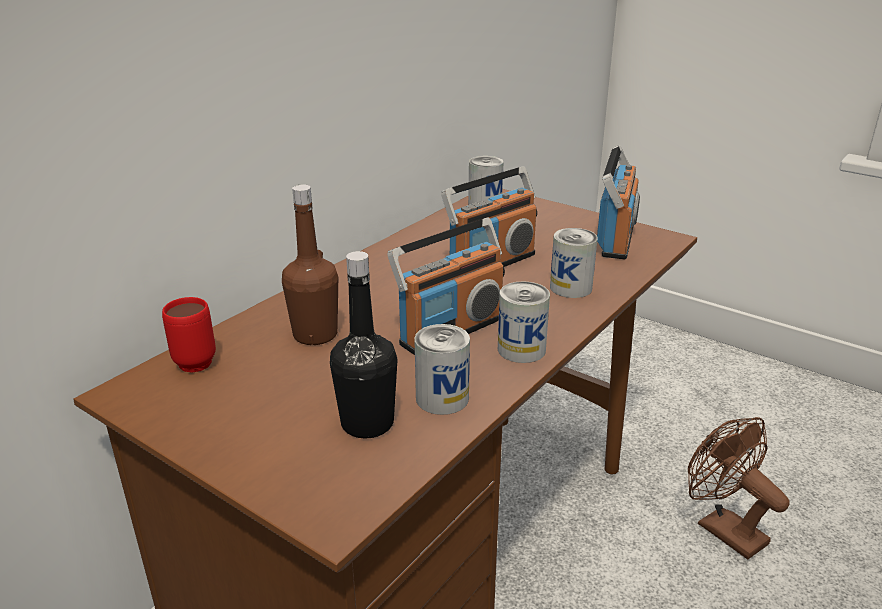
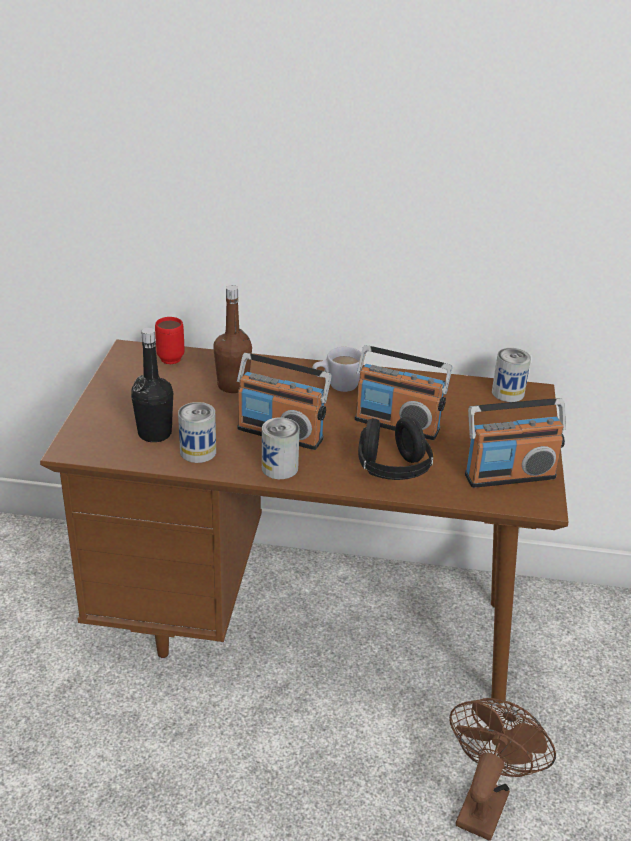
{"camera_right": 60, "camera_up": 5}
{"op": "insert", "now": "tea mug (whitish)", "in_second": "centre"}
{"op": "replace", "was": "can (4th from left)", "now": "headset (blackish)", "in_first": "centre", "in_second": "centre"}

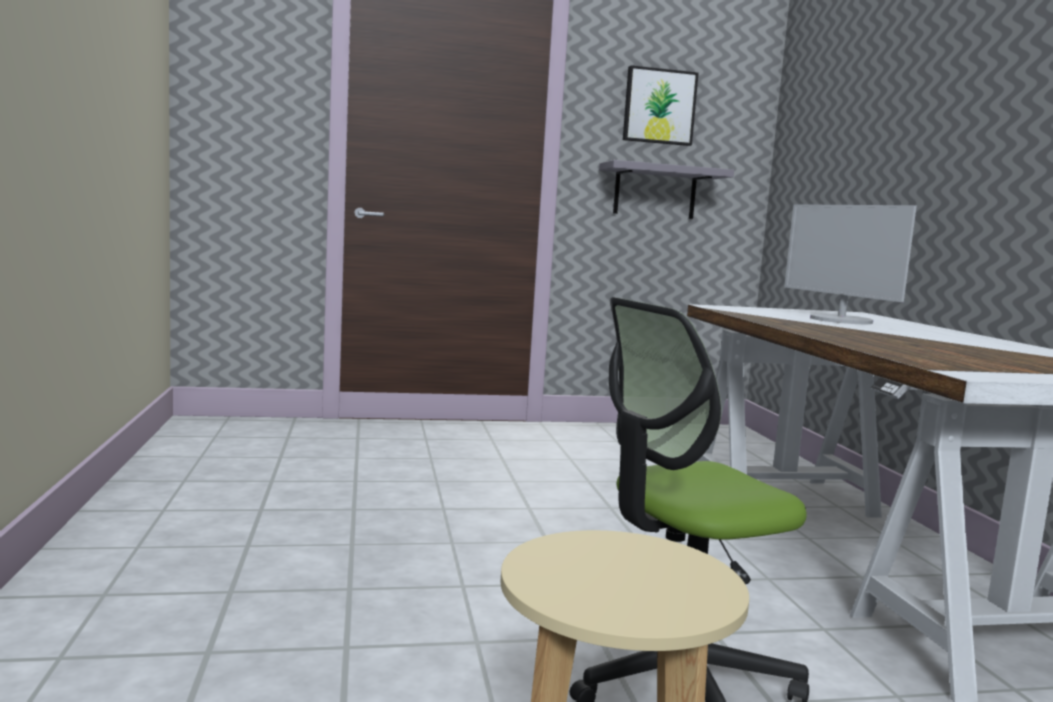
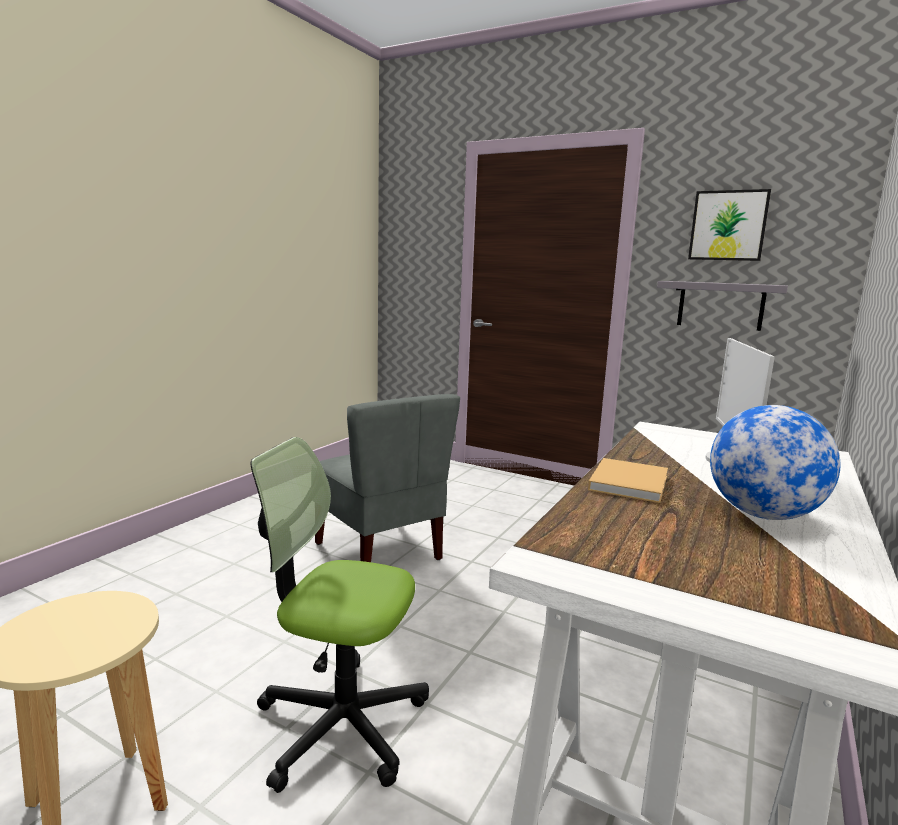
{"camera_right": 40, "camera_up": 5}
{"op": "insert", "now": "upright chair (gray)", "in_second": "centre"}
{"op": "insert", "now": "volume (beige)", "in_second": "middle right"}
{"op": "insert", "now": "globe", "in_second": "middle right"}

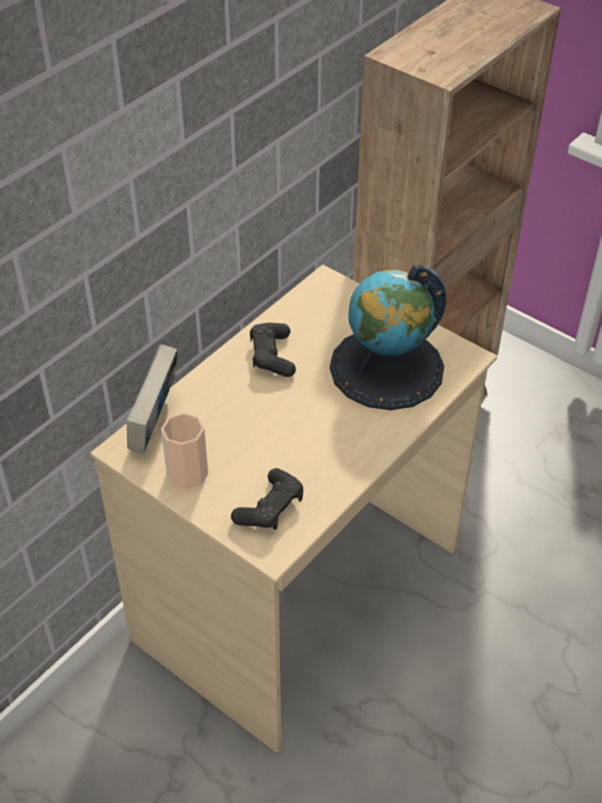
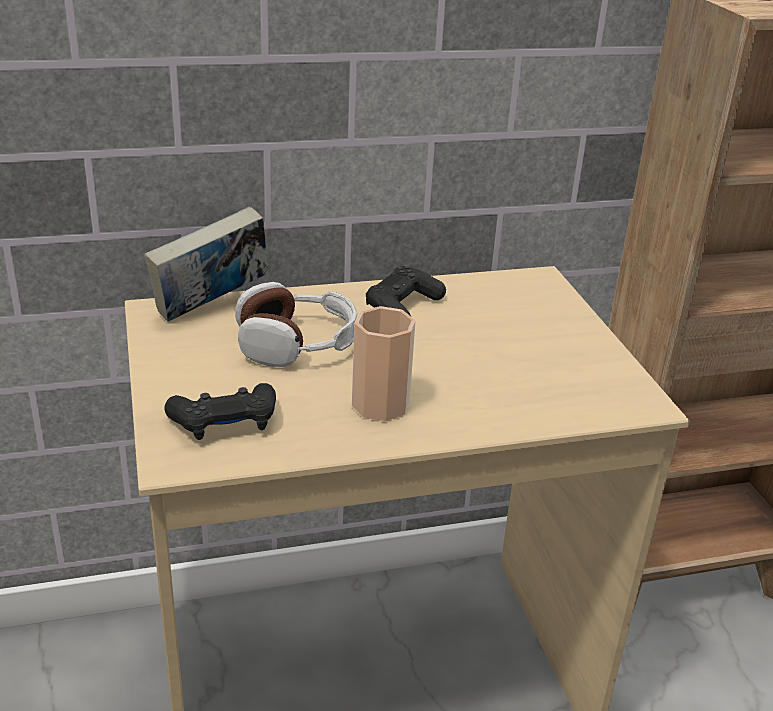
{"camera_right": 35, "camera_up": -15}
{"op": "delete", "was": "globe", "in_first": "centre"}
{"op": "insert", "now": "headset", "in_second": "centre"}
{"op": "move", "was": "cup", "in_first": "middle left", "in_second": "centre"}

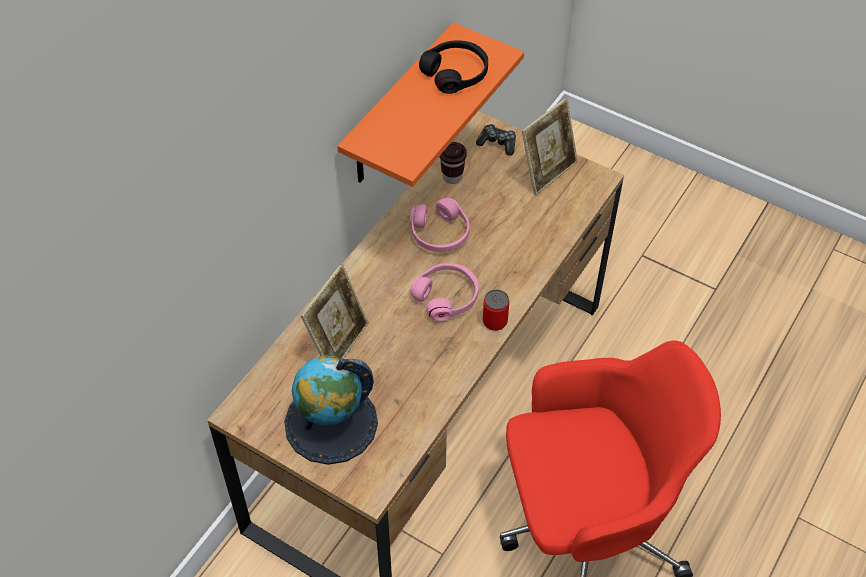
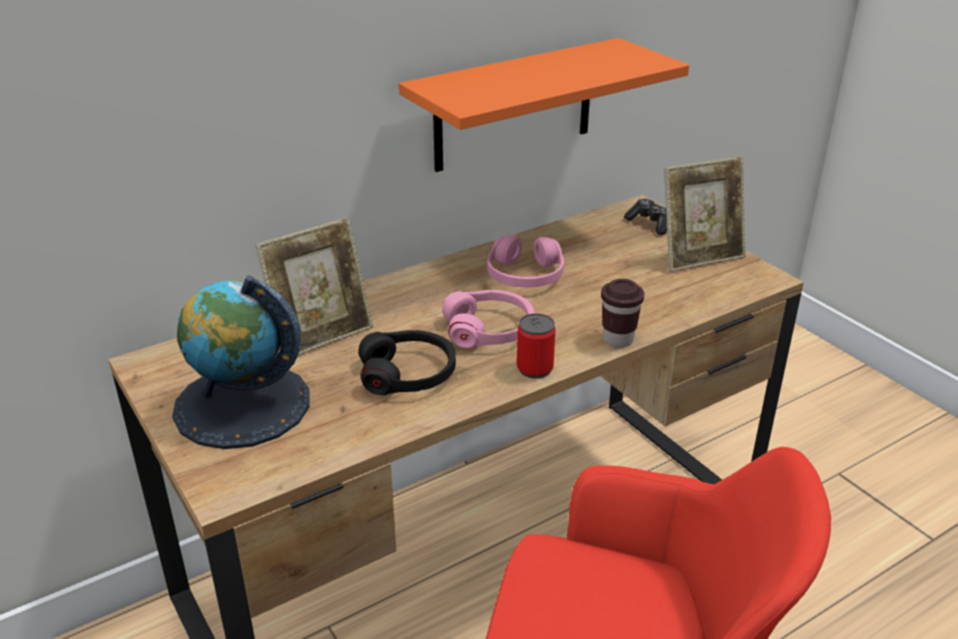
{"camera_right": 25, "camera_up": -20}
{"op": "move", "was": "headset (blackish)", "in_first": "top centre", "in_second": "centre"}
{"op": "move", "was": "cup (brownish)", "in_first": "top centre", "in_second": "centre"}

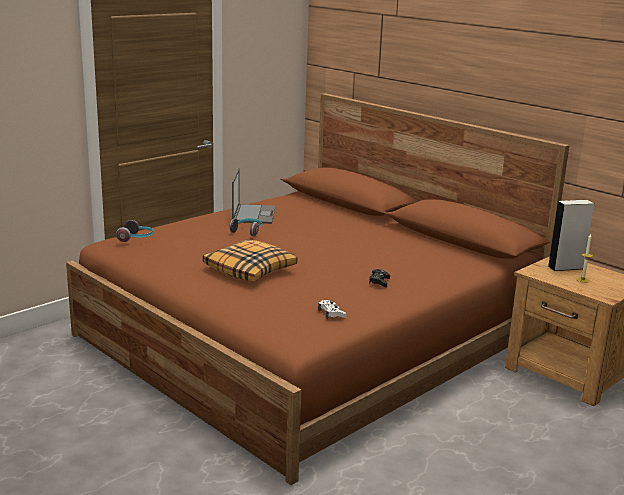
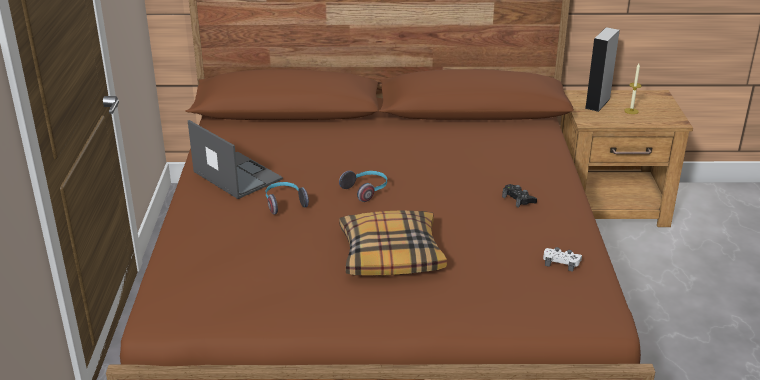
{"camera_right": -45, "camera_up": 10}
{"op": "move", "was": "headset (1st from left in the first image)", "now": "headset (2nd from left)", "in_first": "middle left", "in_second": "centre"}

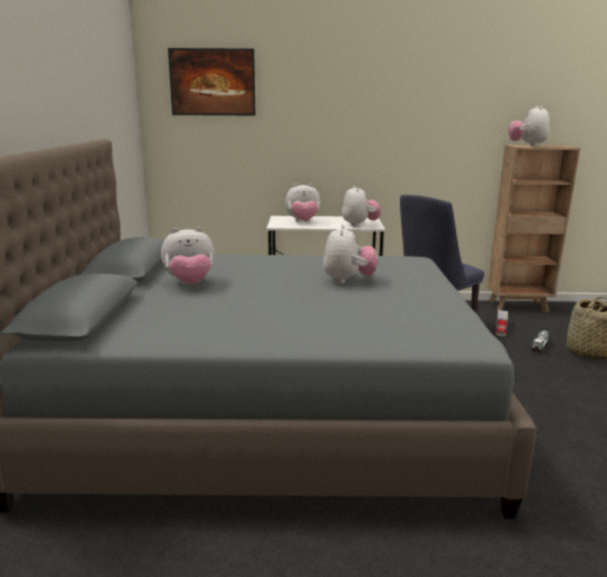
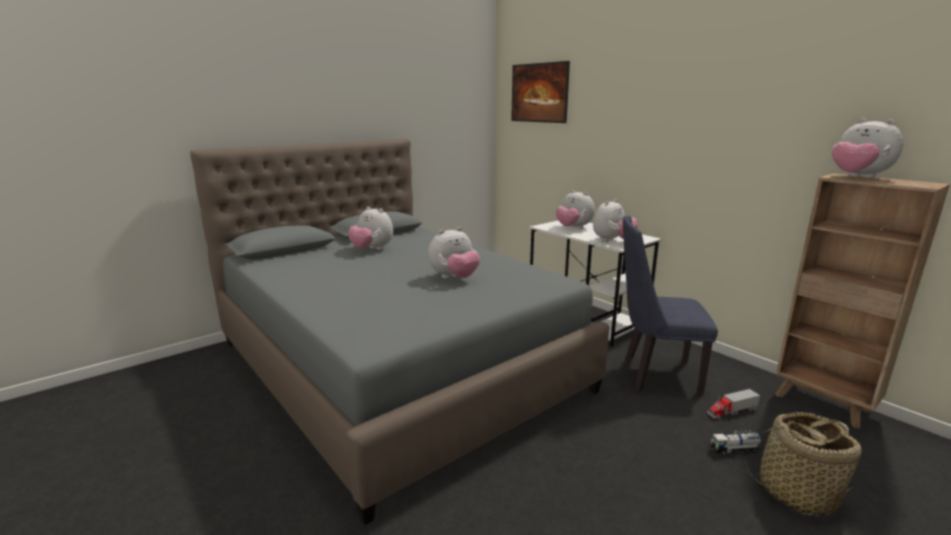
{"camera_right": 50, "camera_up": 0}
{"op": "rotate", "was": "cuddly toy (5th from left)", "in_first": "top right", "in_second": "top right", "clockwise": -90}

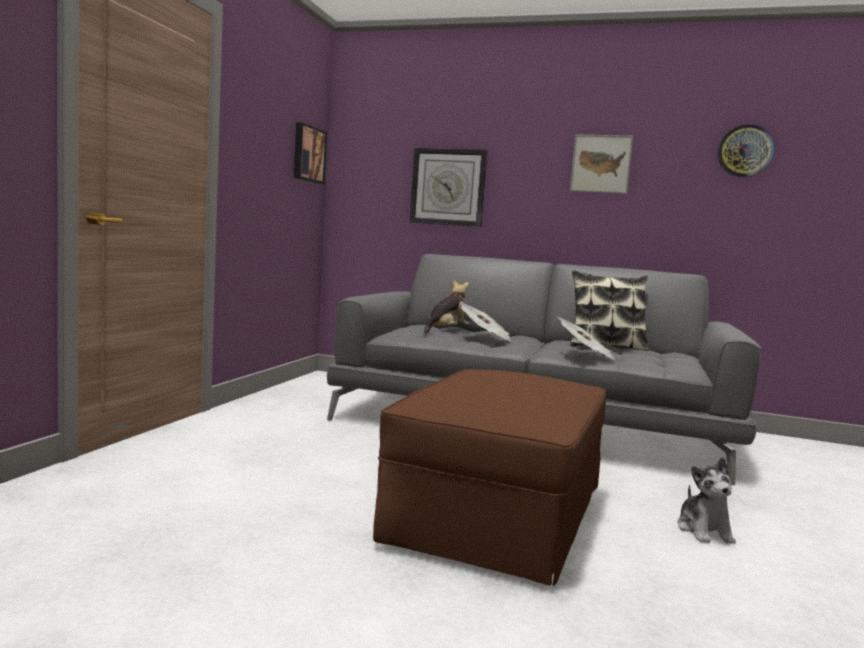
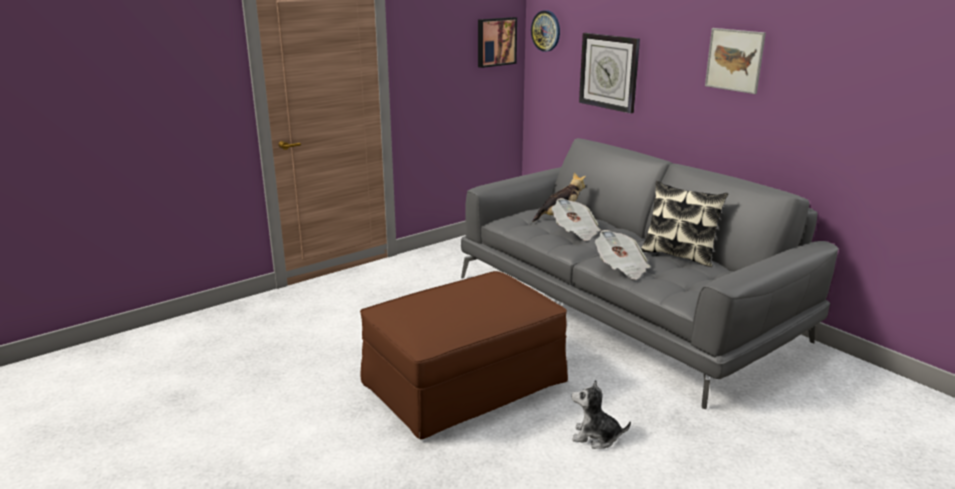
{"camera_right": 35, "camera_up": 15}
{"op": "move", "was": "wall clock (2nd from left in the first image)", "now": "wall clock (1st from left)", "in_first": "top right", "in_second": "top centre"}
{"op": "rotate", "was": "cuddly toy (2nd from left)", "in_first": "bottom right", "in_second": "bottom centre", "clockwise": 75}

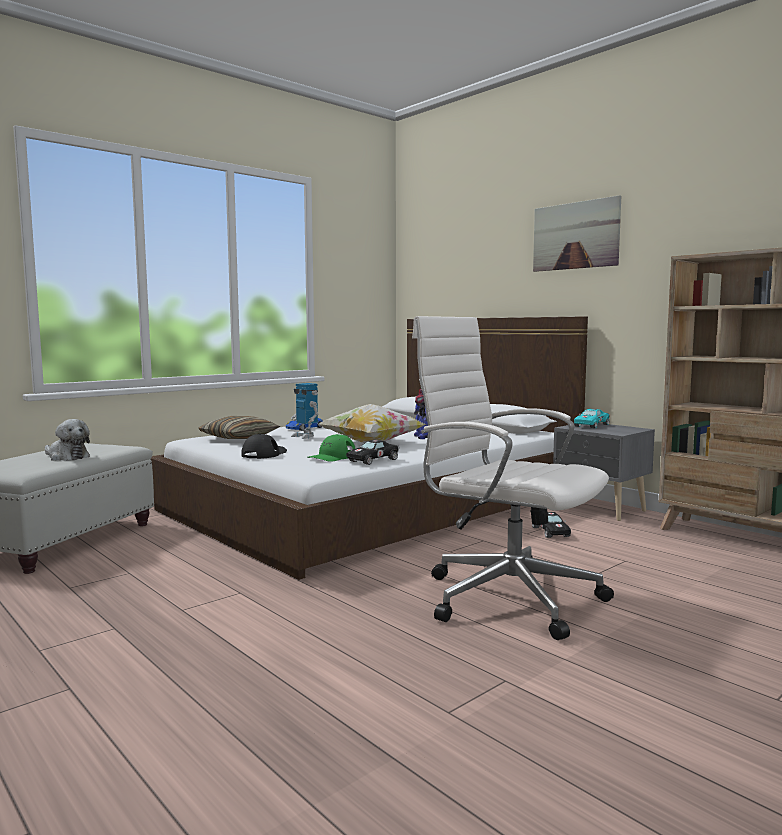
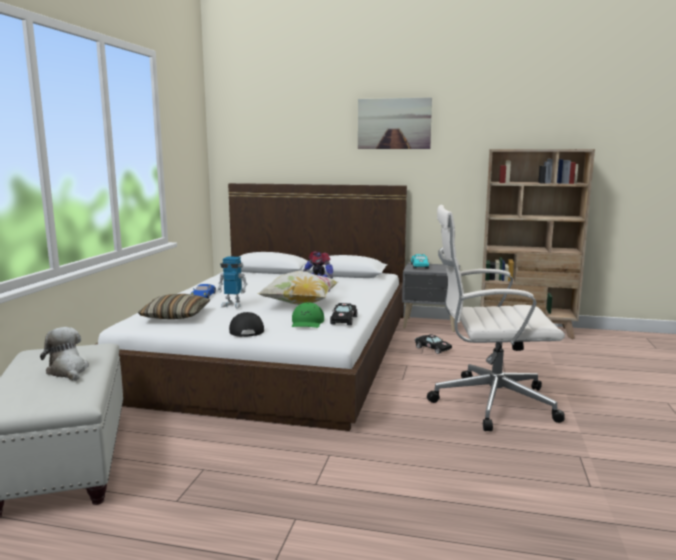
{"camera_right": -35, "camera_up": 5}
{"op": "rotate", "was": "cuddly toy", "in_first": "middle left", "in_second": "middle left", "clockwise": -120}

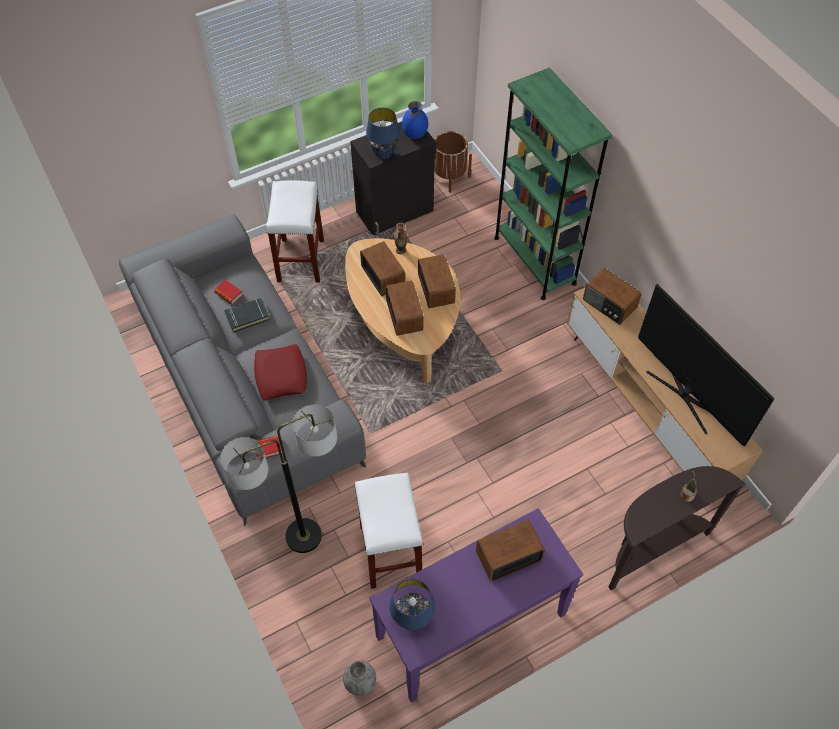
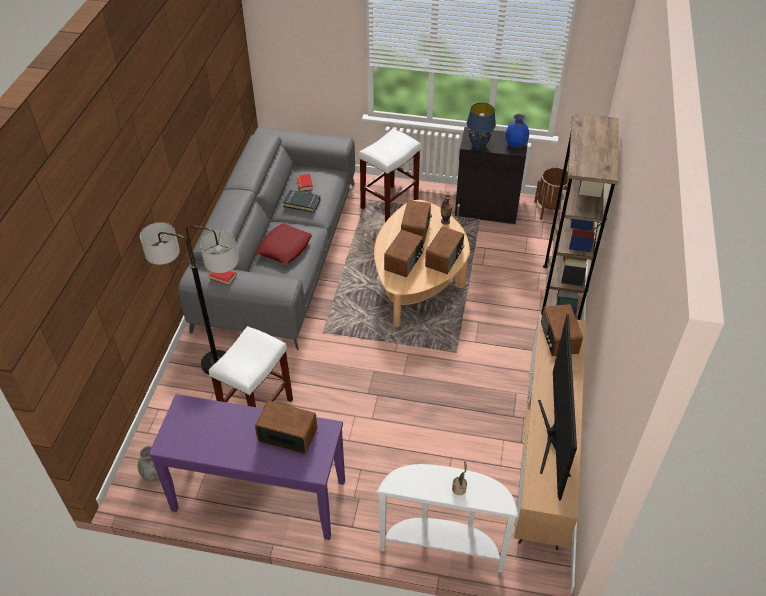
{"camera_right": 40, "camera_up": -10}
{"op": "delete", "was": "table lamp (bluish) (2nd from left)", "in_first": "bottom centre"}
{"op": "recolor", "was": "bookshelf (greenish)", "now": "bookshelf (brownish)", "in_first": "top centre", "in_second": "middle right"}
{"op": "recolor", "was": "narrow table (brownish)", "now": "narrow table (whitish)", "in_first": "bottom right", "in_second": "bottom centre"}

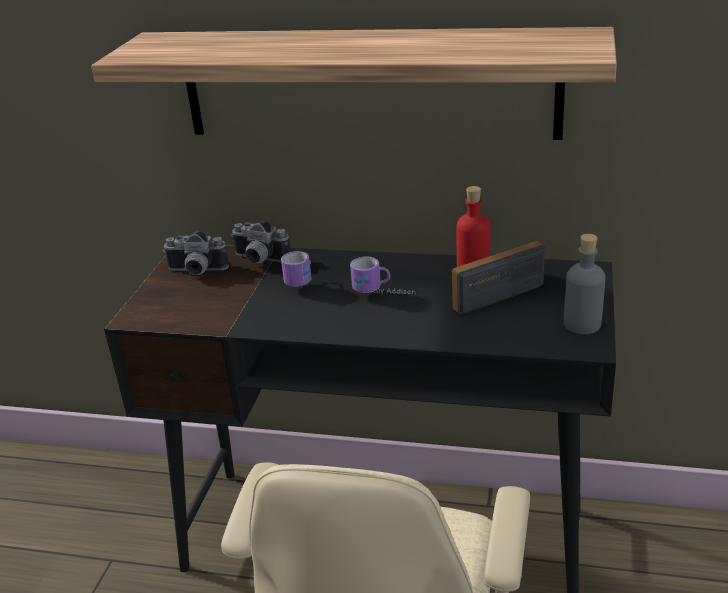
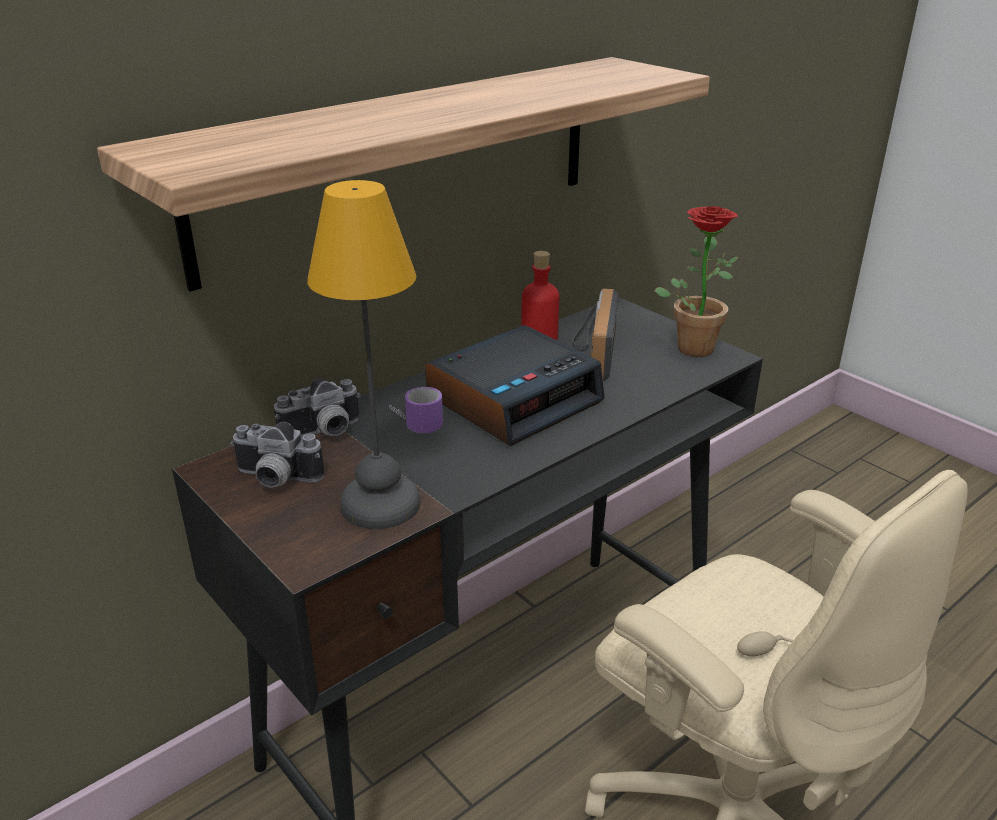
{"camera_right": -55, "camera_up": 0}
{"op": "insert", "now": "table lamp", "in_second": "centre"}
{"op": "replace", "was": "tea mug (2nd from left)", "now": "alarm clock", "in_first": "centre", "in_second": "centre"}
{"op": "replace", "was": "drink bottle (gray)", "now": "houseplant", "in_first": "middle right", "in_second": "middle right"}
{"op": "rotate", "was": "still camera (1st from left)", "in_first": "middle left", "in_second": "middle left", "clockwise": 60}

